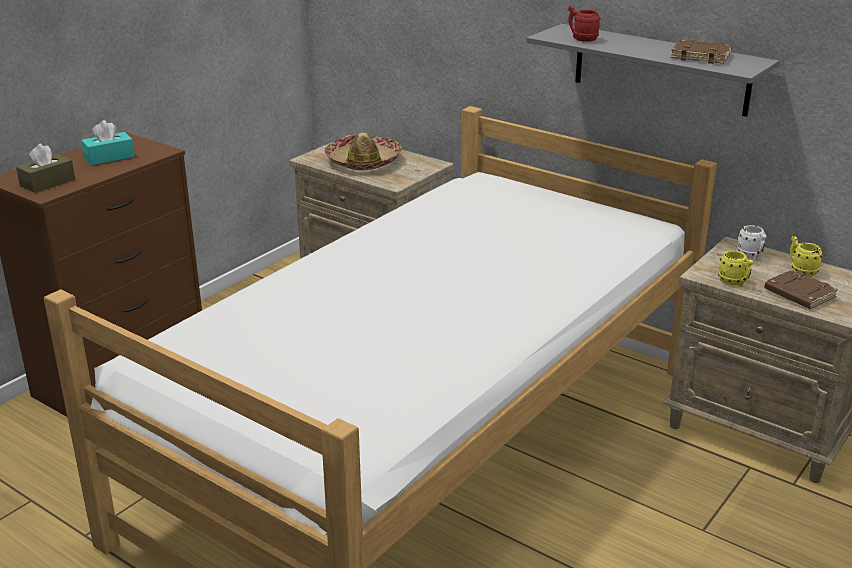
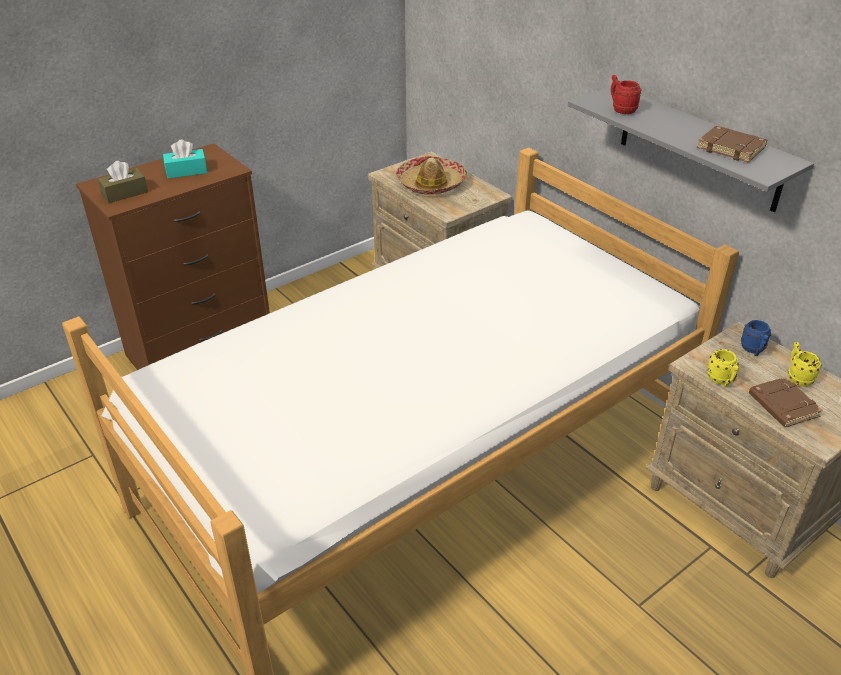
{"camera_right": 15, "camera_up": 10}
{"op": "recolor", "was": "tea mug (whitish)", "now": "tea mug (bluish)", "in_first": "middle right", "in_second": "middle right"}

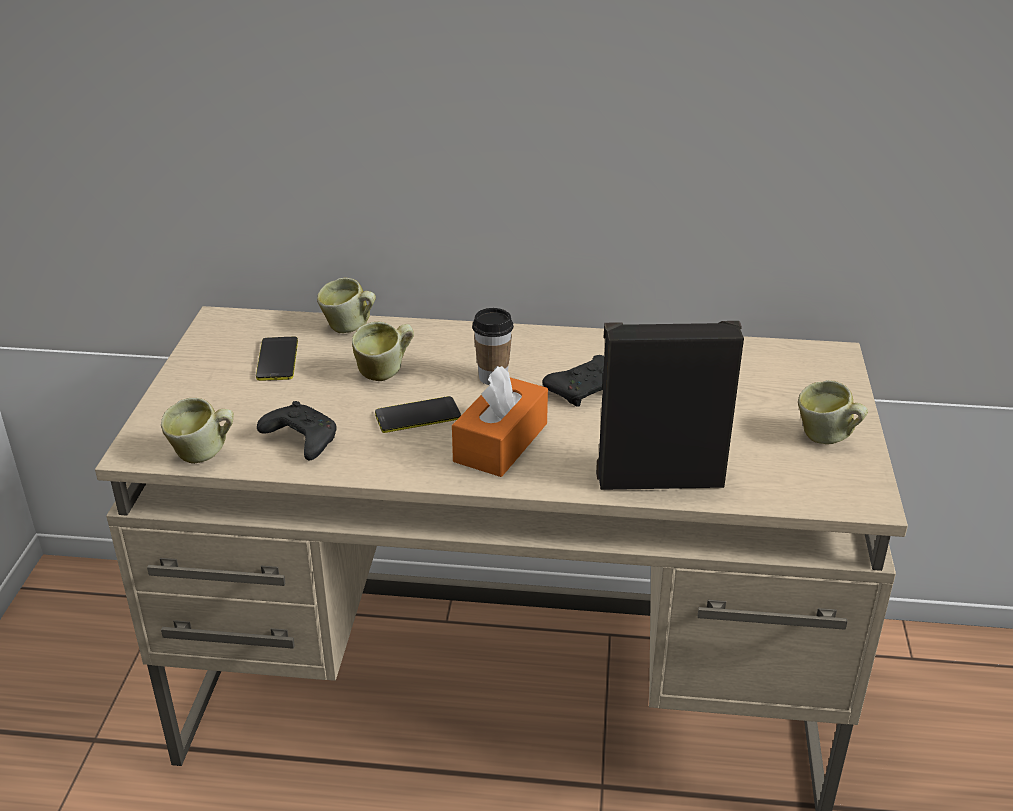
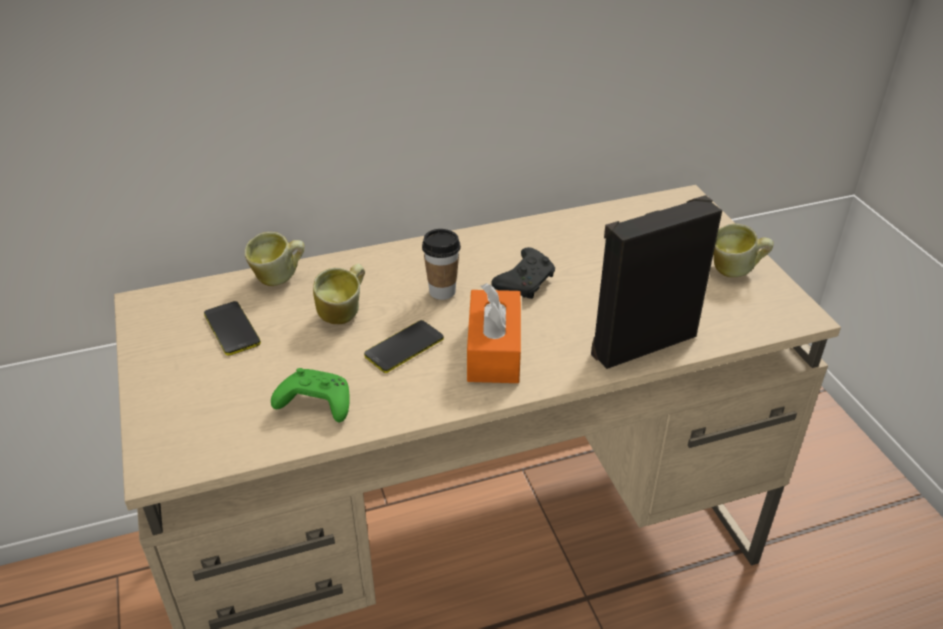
{"camera_right": -25, "camera_up": 5}
{"op": "delete", "was": "tea mug (1st from left)", "in_first": "middle left"}
{"op": "recolor", "was": "gamepad (blackish) (1st from left)", "now": "gamepad (greenish)", "in_first": "middle left", "in_second": "middle left"}

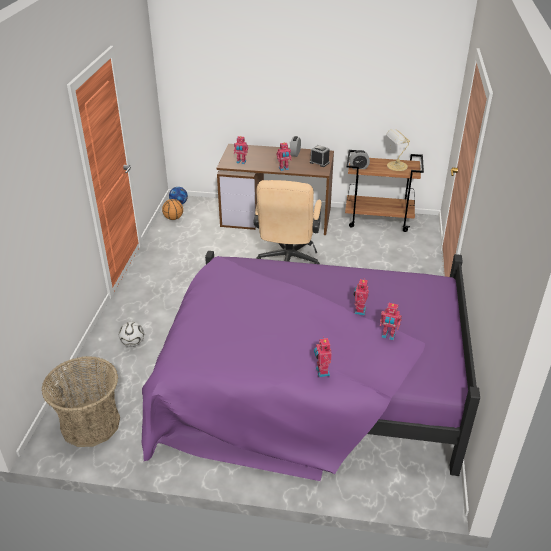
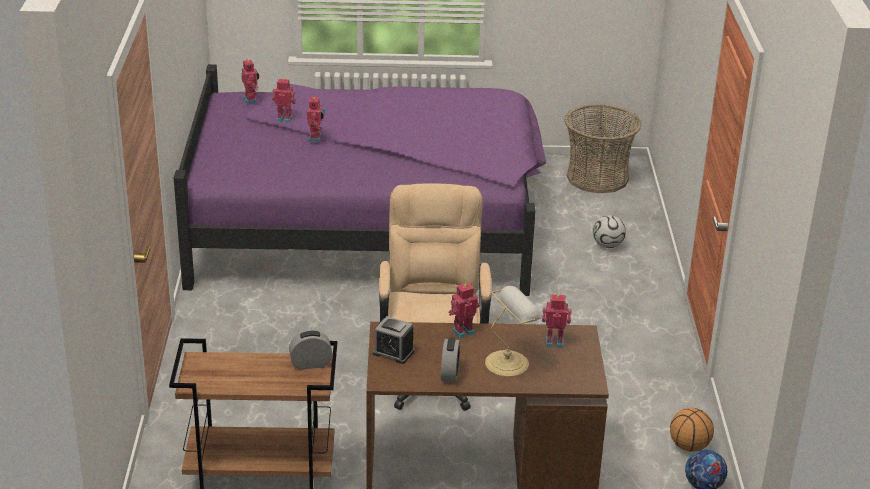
{"camera_right": 170, "camera_up": -5}
{"op": "move", "was": "model robot (3rd from left in the first image)", "now": "model robot (1st from left)", "in_first": "centre", "in_second": "top left"}
{"op": "move", "was": "table lamp", "in_first": "top right", "in_second": "bottom centre"}

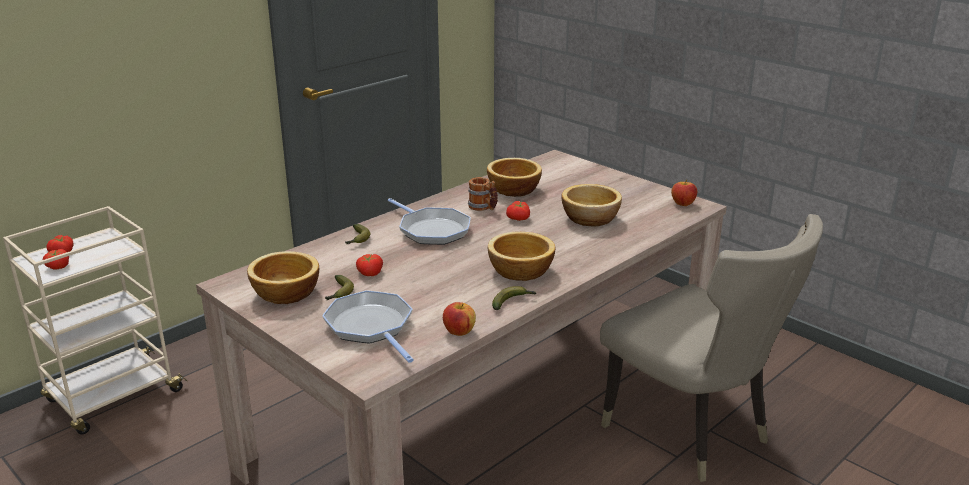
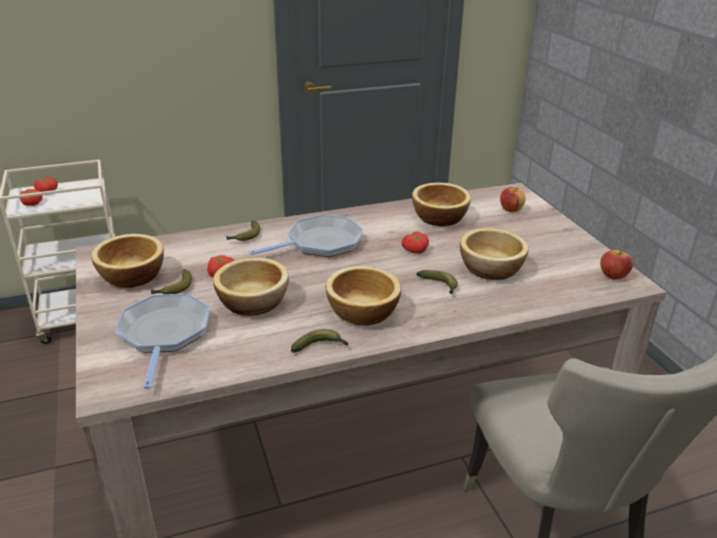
{"camera_right": 25, "camera_up": 5}
{"op": "delete", "was": "tea mug", "in_first": "centre"}
{"op": "insert", "now": "deep dish (2nd from left)", "in_second": "centre"}
{"op": "insert", "now": "banana (4th from left)", "in_second": "centre"}
{"op": "move", "was": "apple (1st from left)", "in_first": "centre", "in_second": "middle right"}
{"op": "rotate", "was": "frying pan (2nd from left)", "in_first": "centre", "in_second": "centre", "clockwise": -105}

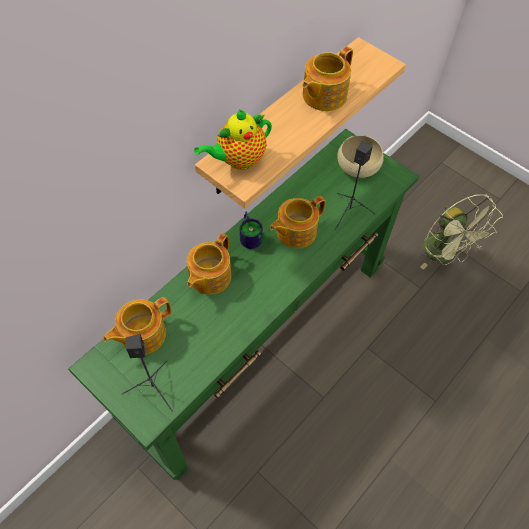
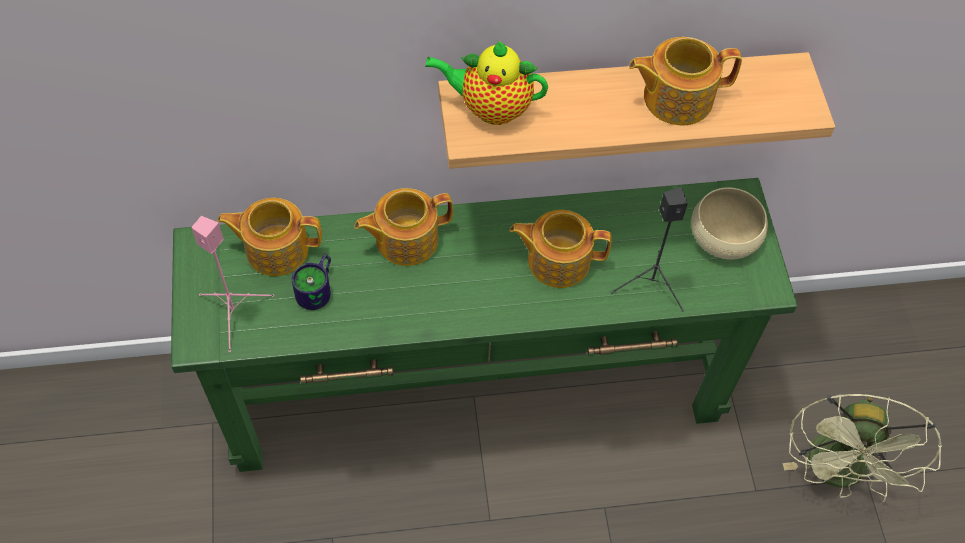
{"camera_right": 40, "camera_up": 0}
{"op": "move", "was": "tea mug", "in_first": "centre", "in_second": "middle left"}
{"op": "recolor", "was": "loudspeaker (blackish) (1st from left)", "now": "loudspeaker (pink)", "in_first": "bottom left", "in_second": "middle left"}

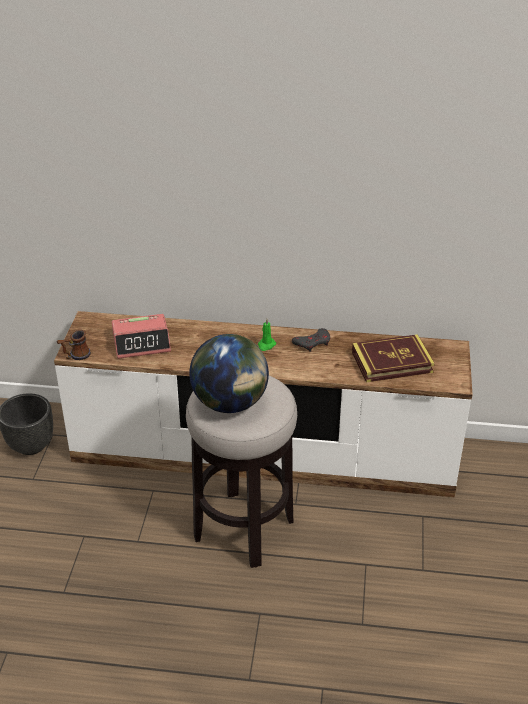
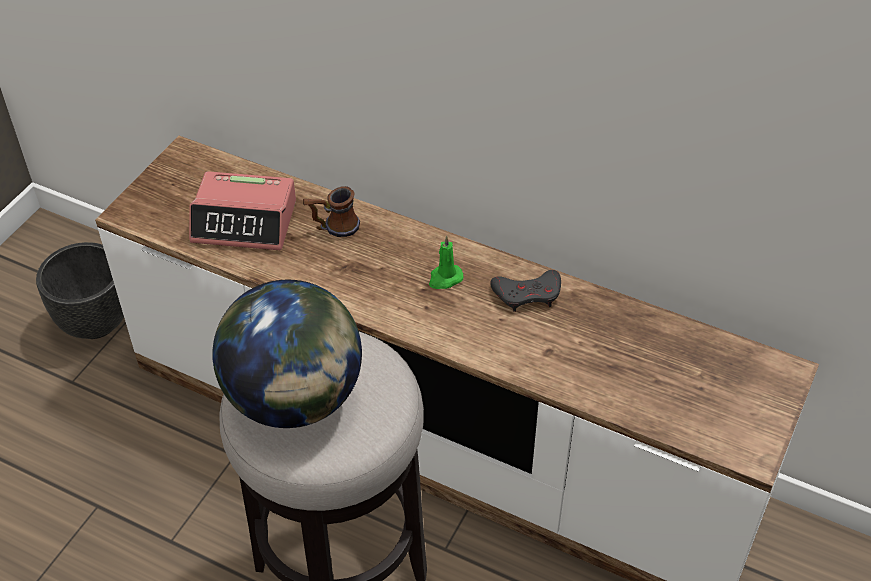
{"camera_right": 20, "camera_up": 10}
{"op": "delete", "was": "volume", "in_first": "middle right"}
{"op": "move", "was": "tea mug", "in_first": "middle left", "in_second": "centre"}

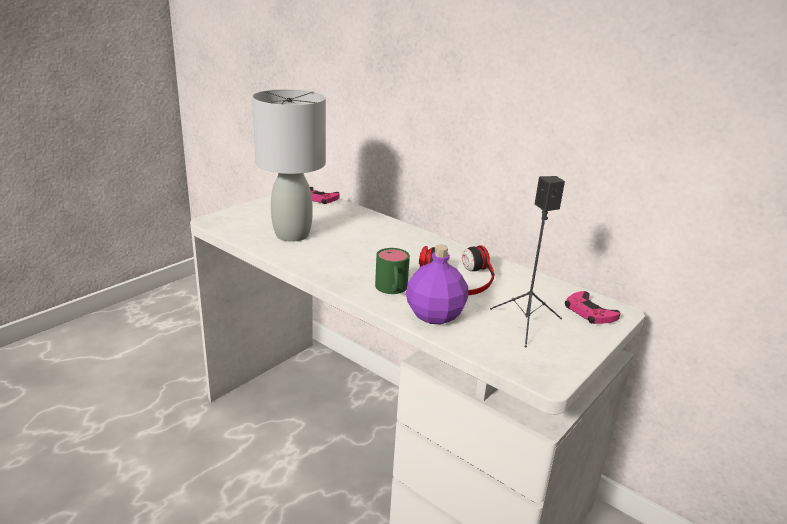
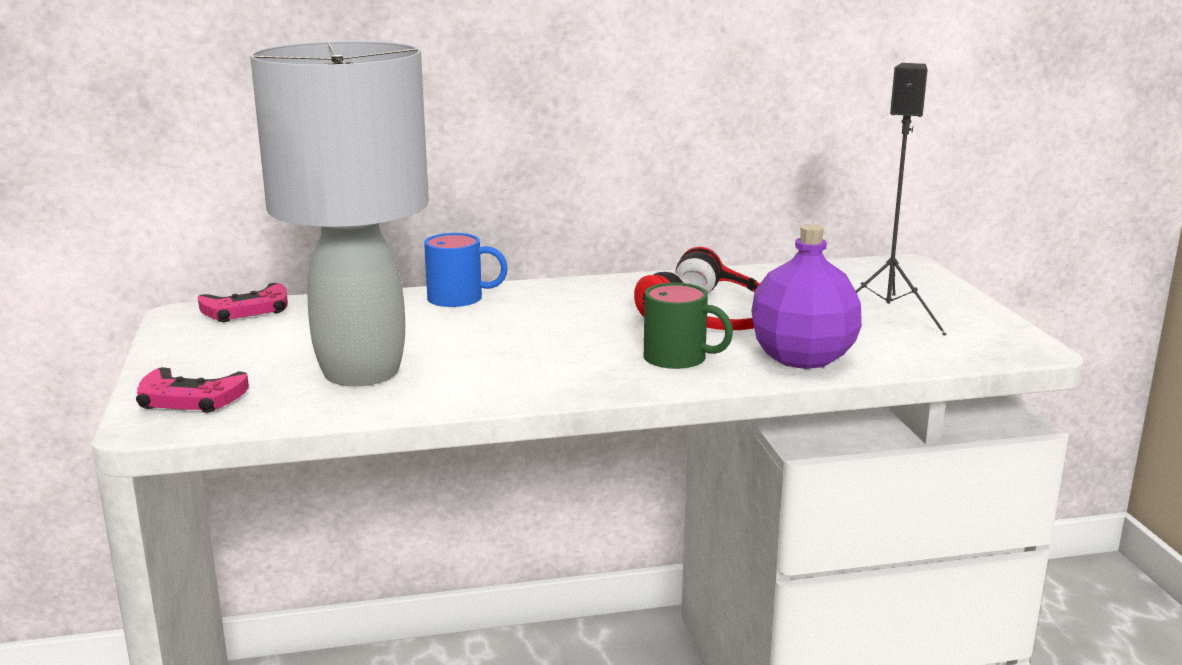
{"camera_right": -50, "camera_up": -5}
{"op": "insert", "now": "tea mug (bluish)", "in_second": "centre"}
{"op": "move", "was": "gamepad (pink) (2nd from left in the first image)", "now": "gamepad (pink) (1st from left)", "in_first": "middle right", "in_second": "middle left"}

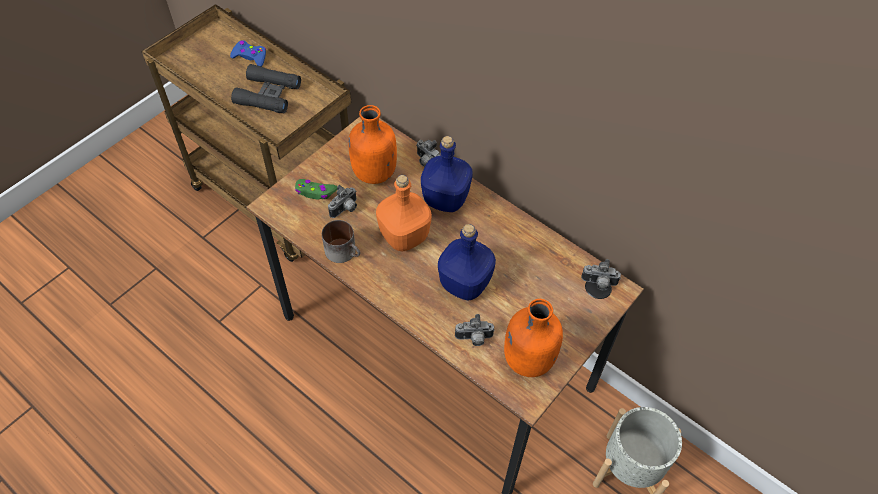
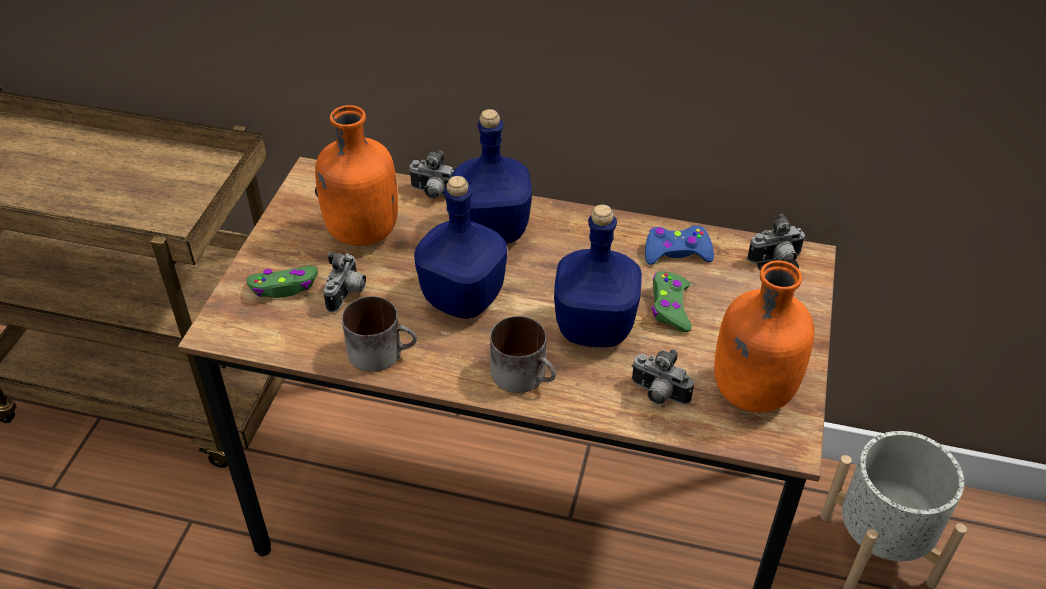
{"camera_right": -25, "camera_up": -10}
{"op": "delete", "was": "binoculars (blackish)", "in_first": "top left"}
{"op": "insert", "now": "tea mug (2nd from left)", "in_second": "centre"}
{"op": "insert", "now": "gamepad (greenish) (2nd from left)", "in_second": "centre"}
{"op": "move", "was": "gamepad (bluish)", "in_first": "top left", "in_second": "centre"}
{"op": "recolor", "was": "drink bottle (orange-coloured) (2nd from left)", "now": "drink bottle (bluish) (1st from left)", "in_first": "centre", "in_second": "centre"}
{"op": "rotate", "was": "still camera (3rd from left)", "in_first": "bottom centre", "in_second": "centre", "clockwise": 60}

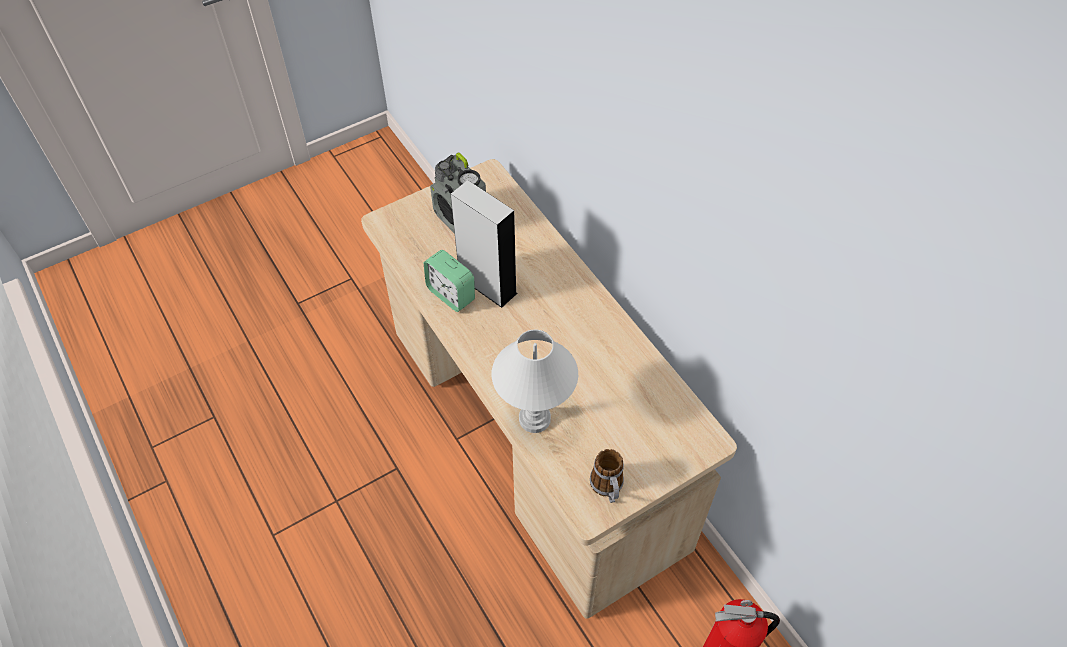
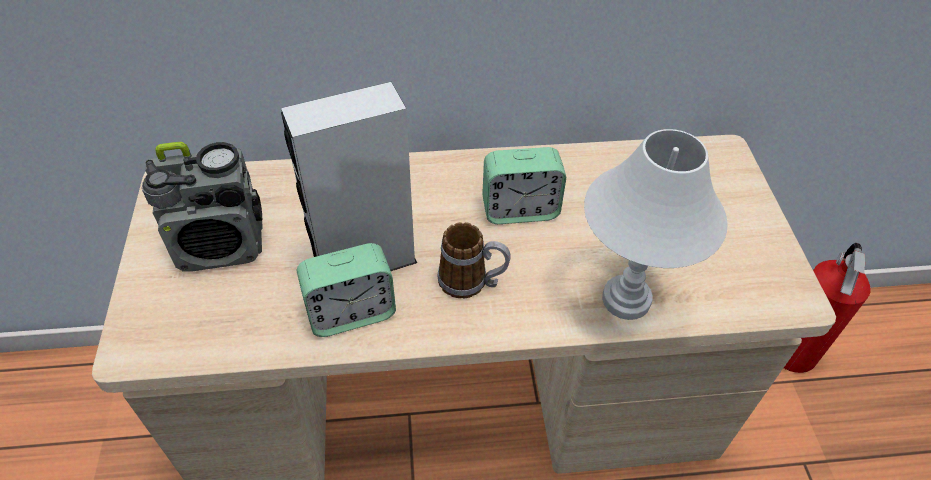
{"camera_right": -65, "camera_up": -5}
{"op": "insert", "now": "alarm clock (2nd from left)", "in_second": "centre"}
{"op": "move", "was": "tea mug", "in_first": "bottom centre", "in_second": "centre"}

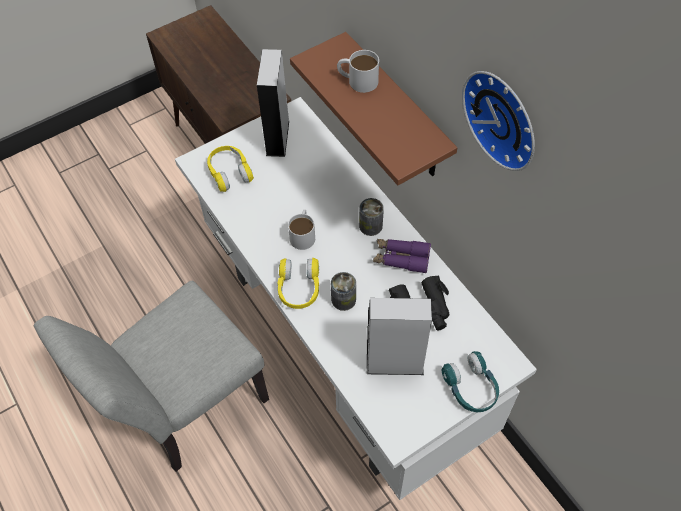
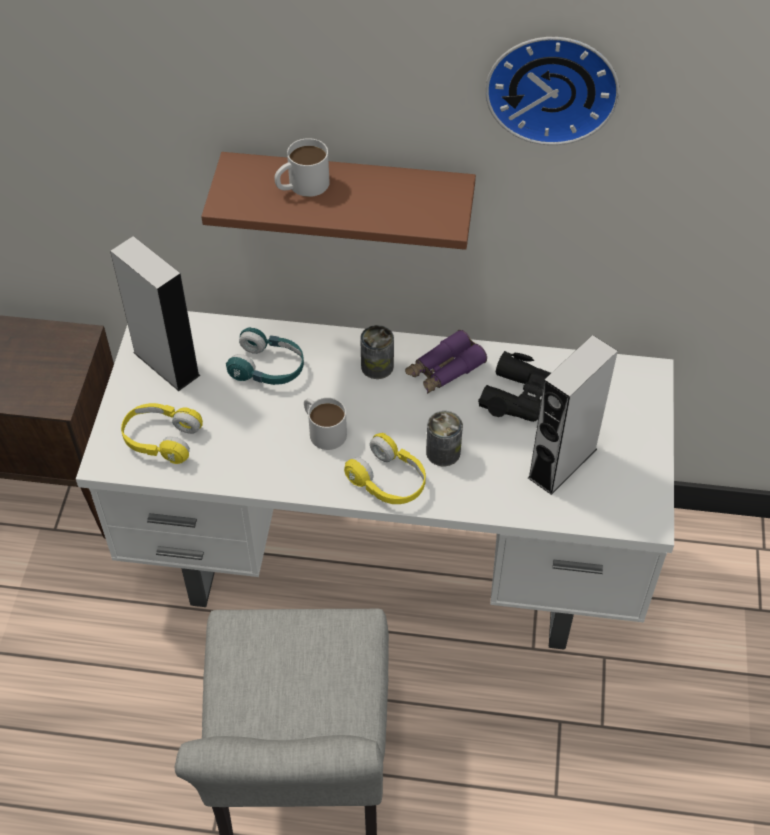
{"camera_right": -50, "camera_up": -5}
{"op": "move", "was": "headset (turquoise)", "in_first": "bottom right", "in_second": "centre"}

